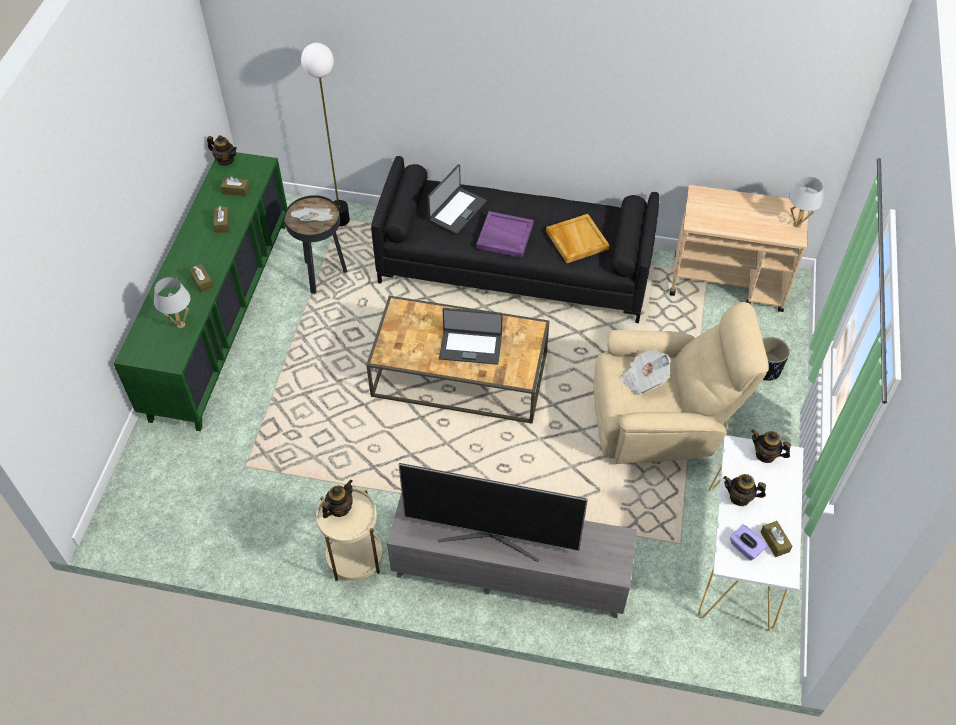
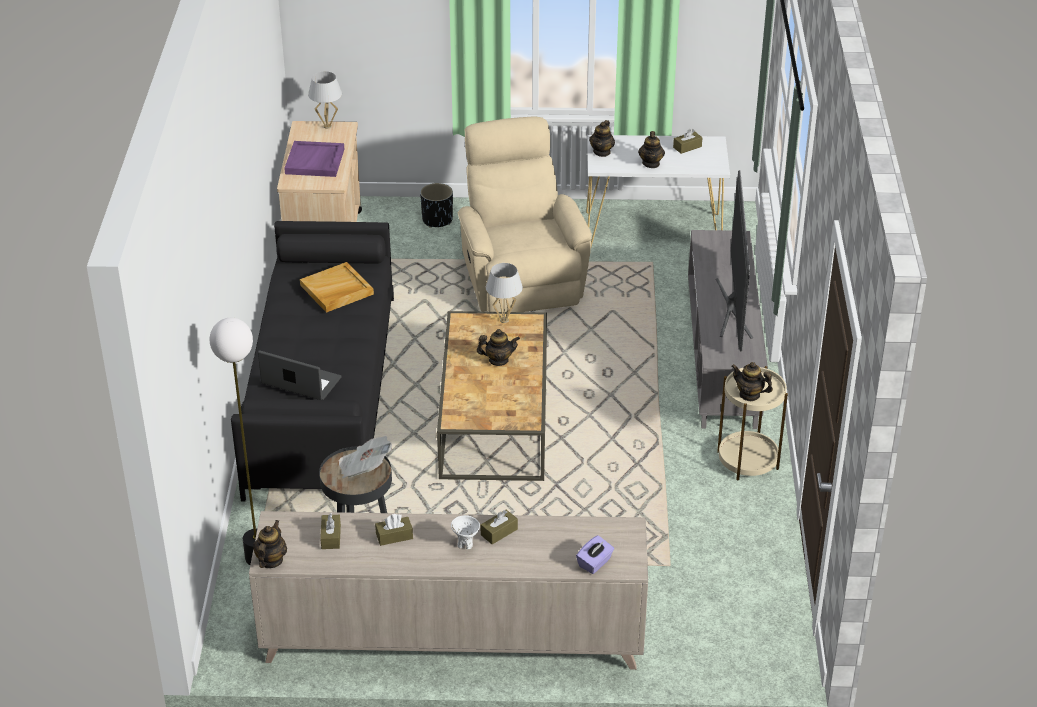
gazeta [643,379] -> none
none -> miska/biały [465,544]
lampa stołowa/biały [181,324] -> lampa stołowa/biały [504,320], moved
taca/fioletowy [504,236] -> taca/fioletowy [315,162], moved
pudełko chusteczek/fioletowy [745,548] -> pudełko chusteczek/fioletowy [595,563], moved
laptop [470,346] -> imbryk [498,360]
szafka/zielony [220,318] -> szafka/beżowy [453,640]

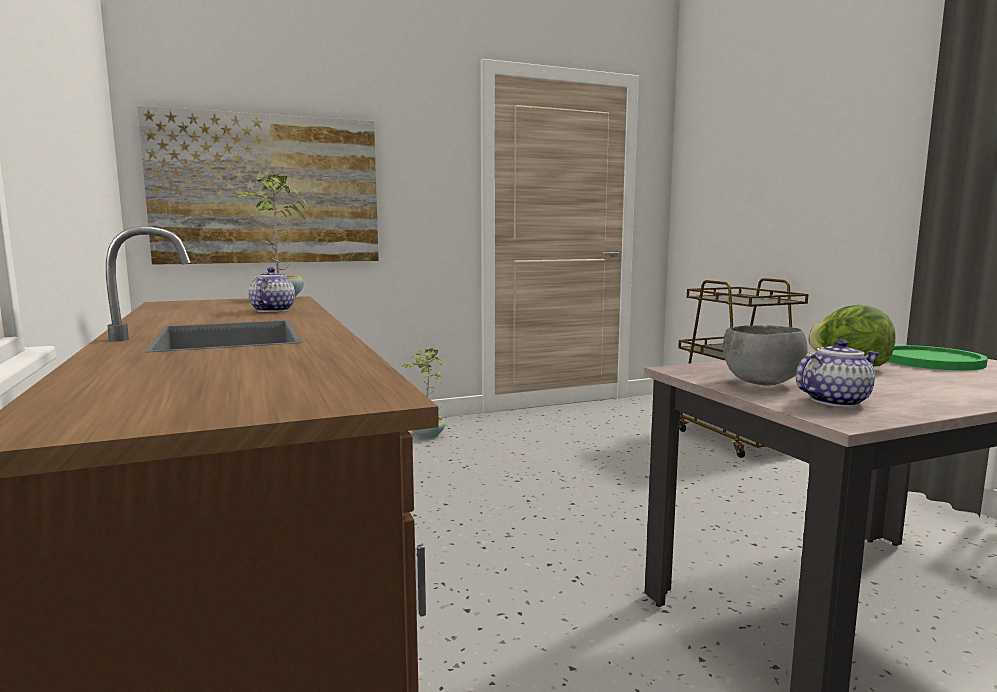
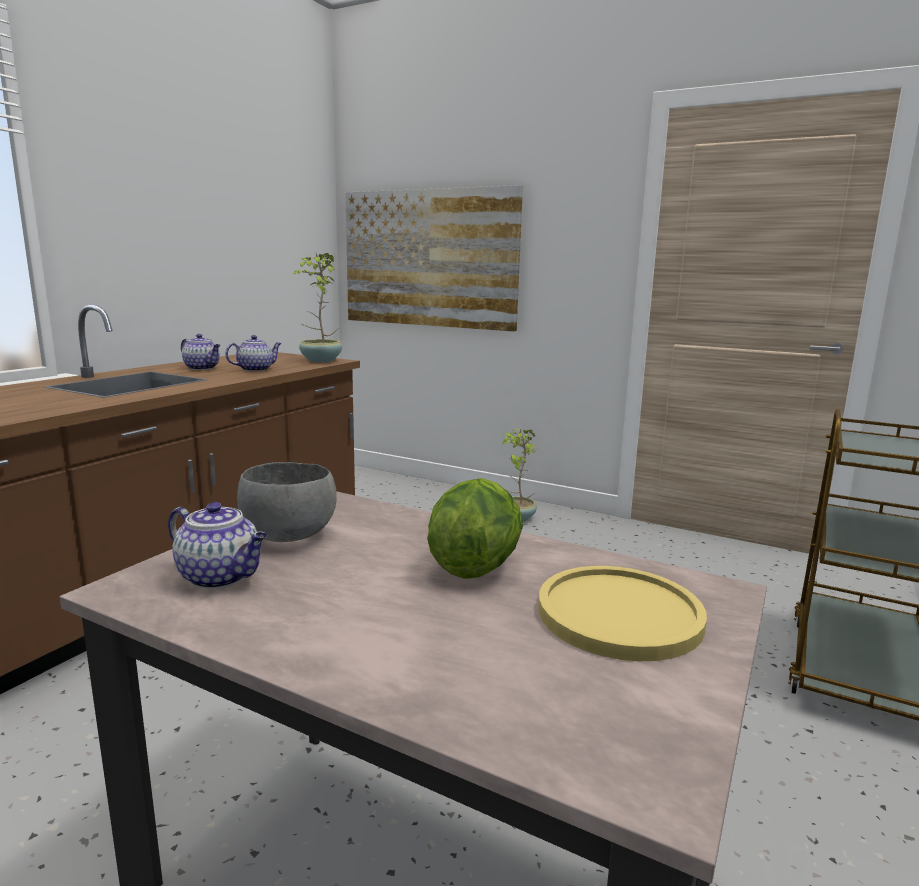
none -> imbryk [202,368]
talerz/zielony [930,360] -> talerz/żółty [619,614]

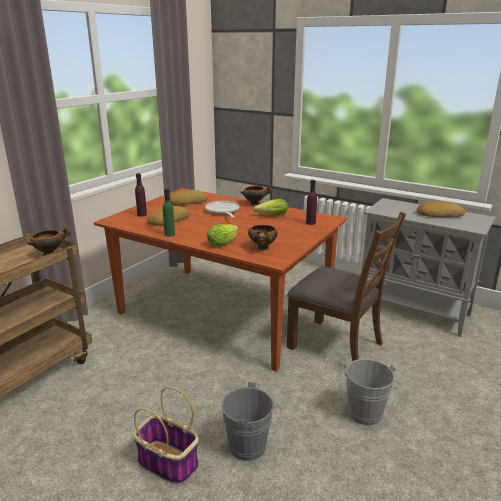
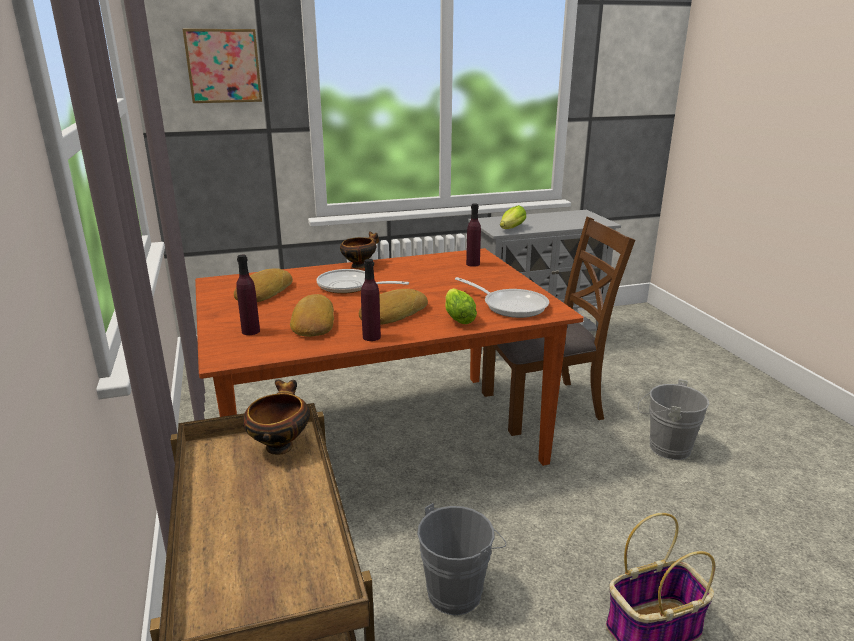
none -> obraz [223,66]
wiadro/szary [252,447] -> wiadro/szary [459,590], moved
sałata [270,216] -> sałata [510,229], moved
chleb [439,214] -> chleb [392,313], moved
miska [263,248] -> patelnia [510,305]
butelka/zielony [169,234] -> butelka/fioletowy [371,337]

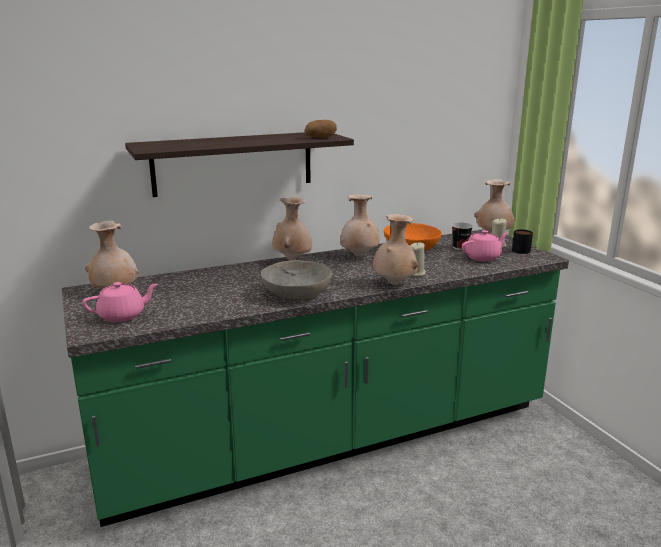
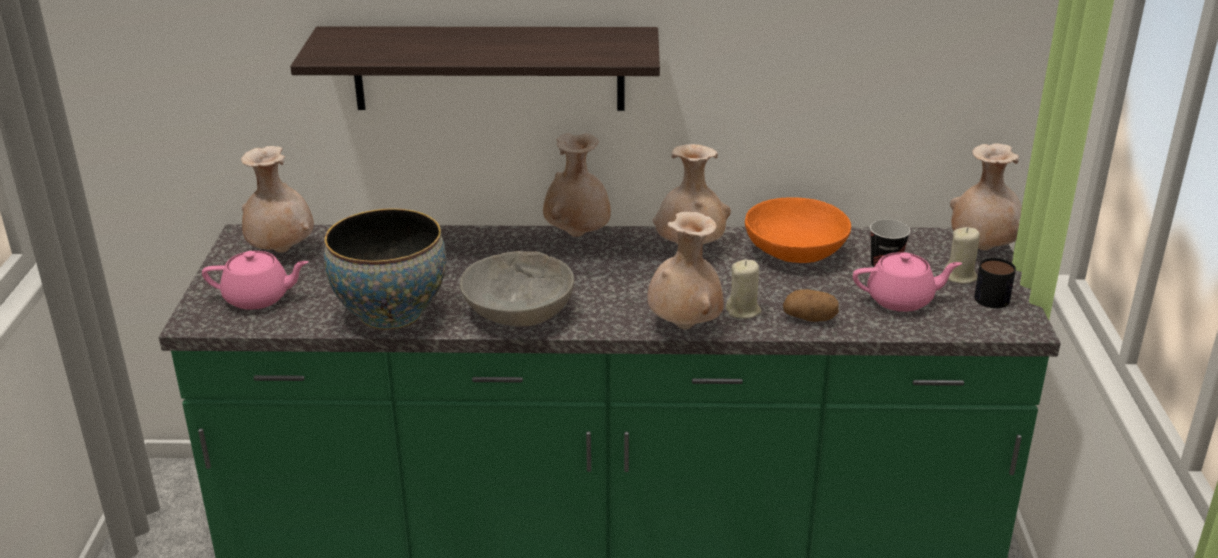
none -> miska [391,313]
ziemniak [320,138] -> ziemniak [810,318], moved

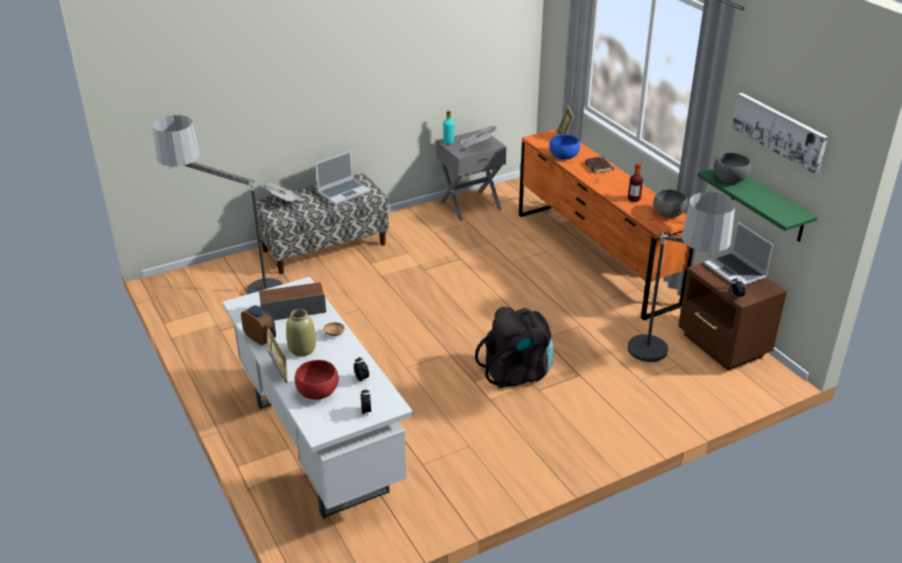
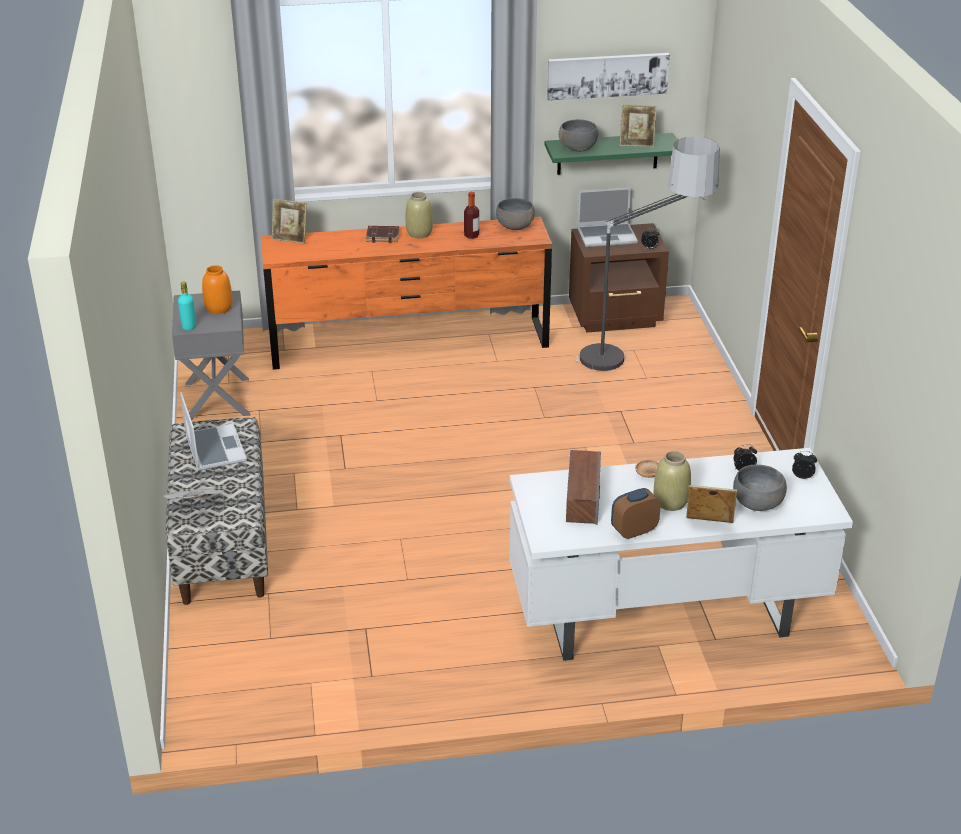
lampa stojąca [235,297] -> none
plecak/czarny [517,372] -> none
miska/niebieski [564,156] -> none
none -> wazon/beżowy [419,234]
none -> ramka na zdjęcie [636,144]
gazeta [477,145] -> wazon/pomarańczowy [218,309]
miska/czerwony [317,392] -> miska/szary [758,503]

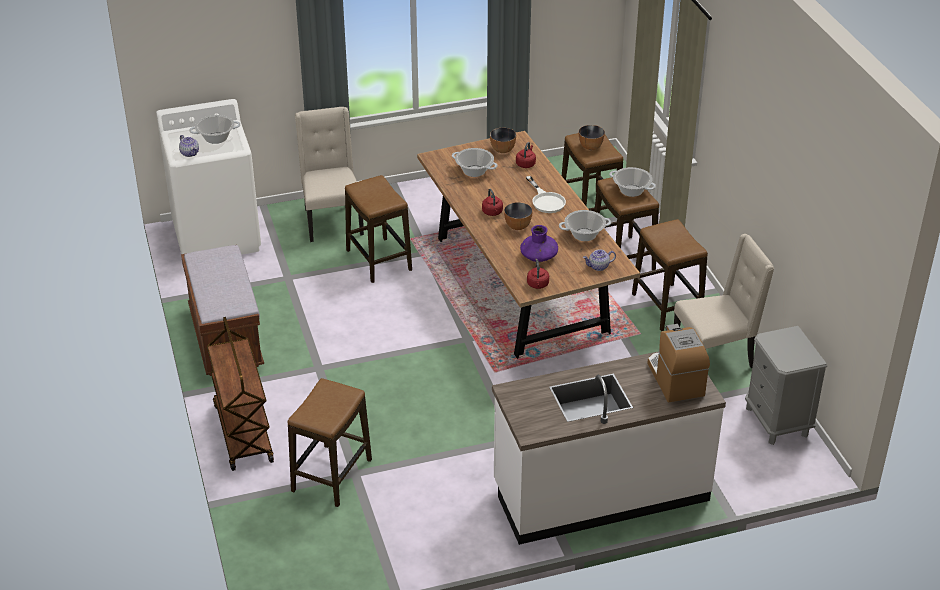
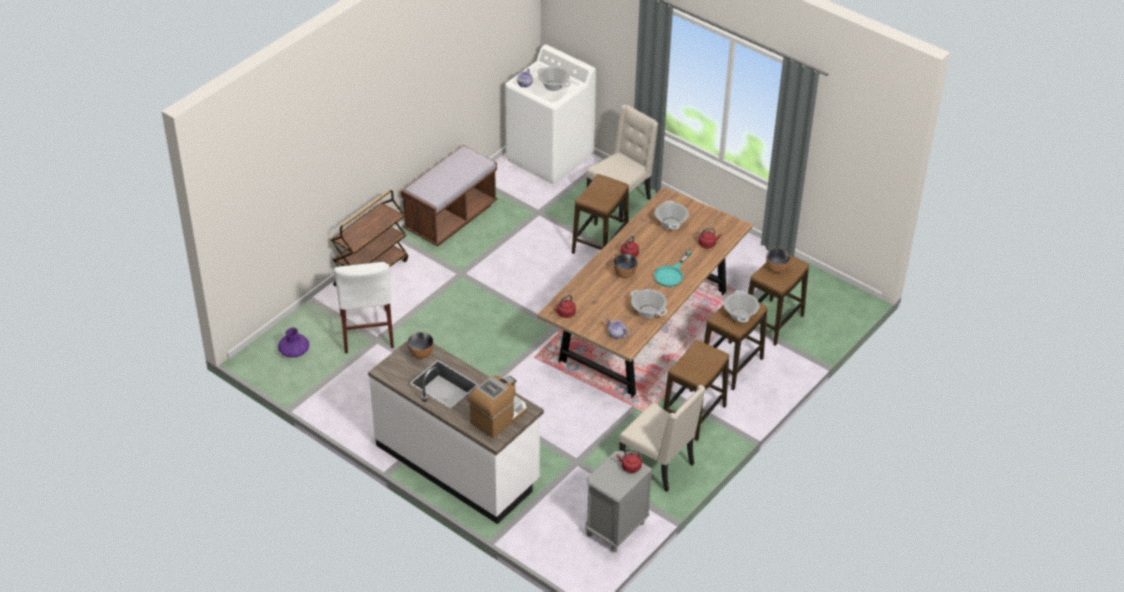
none -> czajnik/czerwony [630,467]
miska [502,150] -> miska [421,354], moved
wazon/fioletowy [539,256] -> wazon/fioletowy [294,351], moved
stołek [332,476] -> krzesło/biały [366,330]
patelnia/biały [546,200] -> patelnia/turkusowy [671,274]

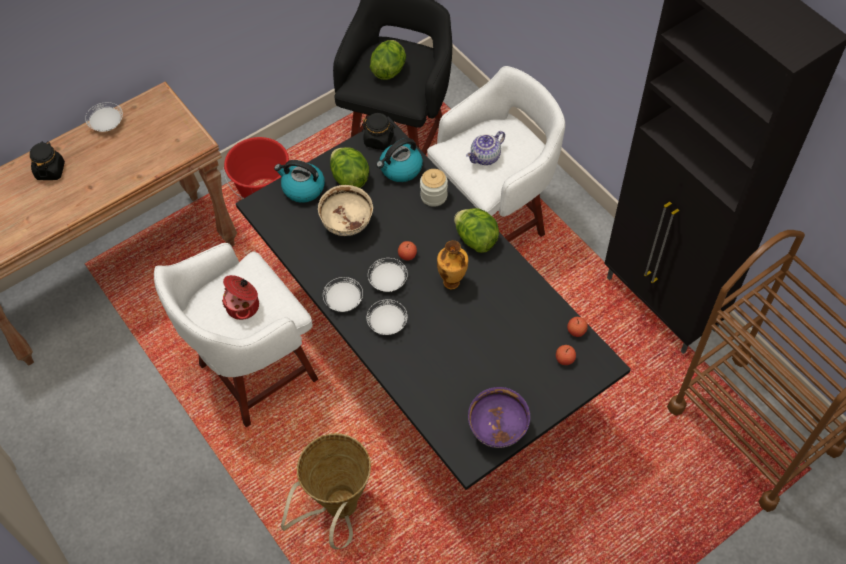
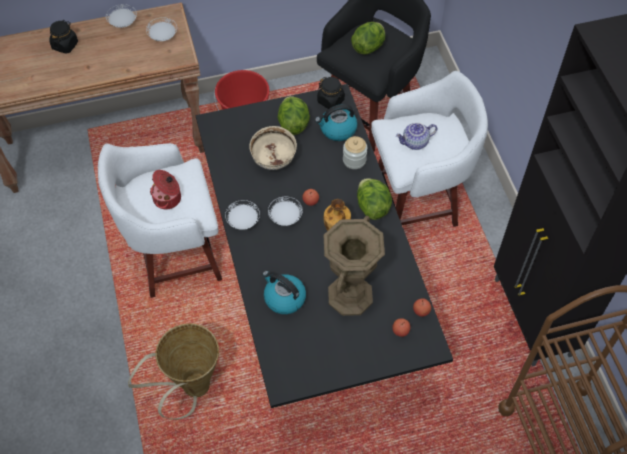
miska/fioletowy [498,430] -> none
none -> wazon/brązowy [350,296]
czajnik [302,188] -> czajnik [284,298], moved
talerz/biały [387,323] -> talerz/biały [162,36], moved

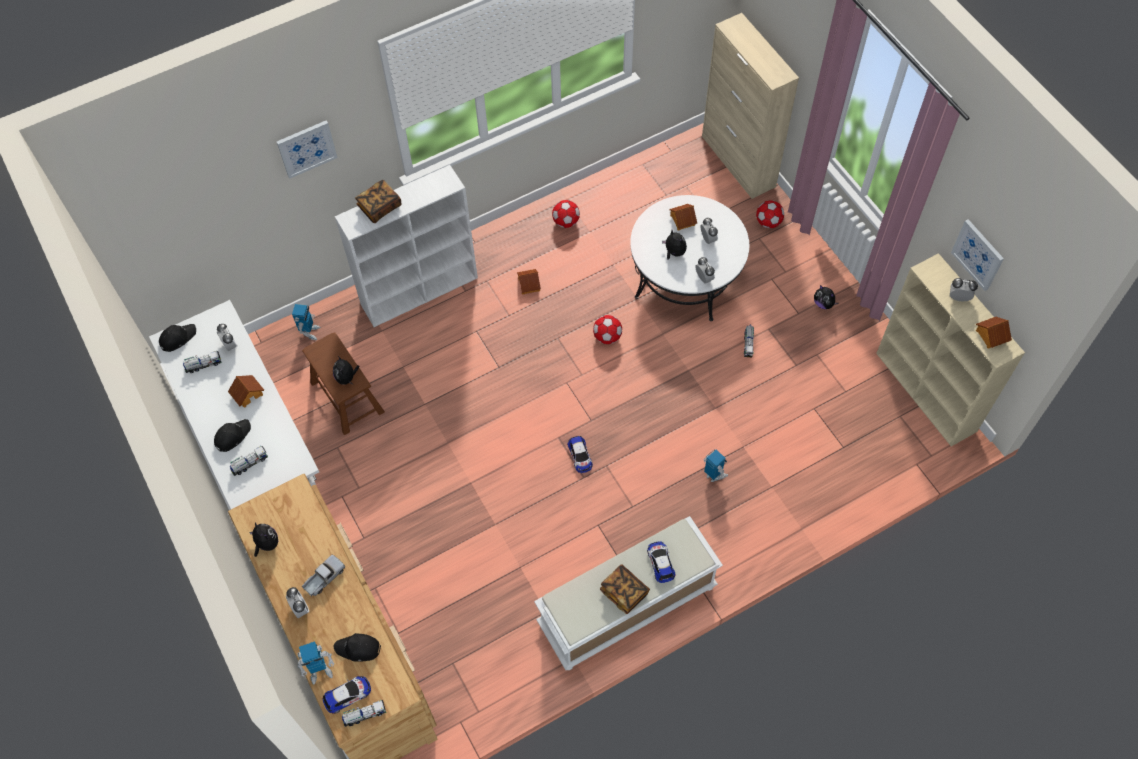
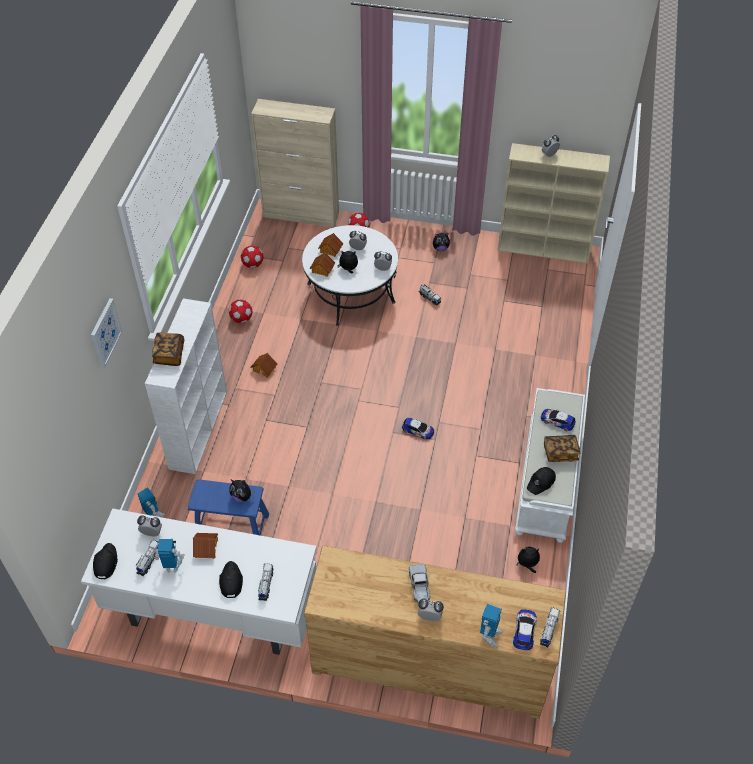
obraz [978,254] -> none
pluszak [267,544] -> pluszak [527,564], moved
czapka z daszkiem/czarny [358,649] -> czapka z daszkiem/czarny [541,482], moved
piłka futbolowa [607,337] -> piłka futbolowa [253,265], moved
robot zabawkowy [713,475] -> robot zabawkowy [172,566], moved
domek [990,336] -> domek [322,269], moved
stołek/brązowy [347,397] -> stołek/niebieski [232,527]

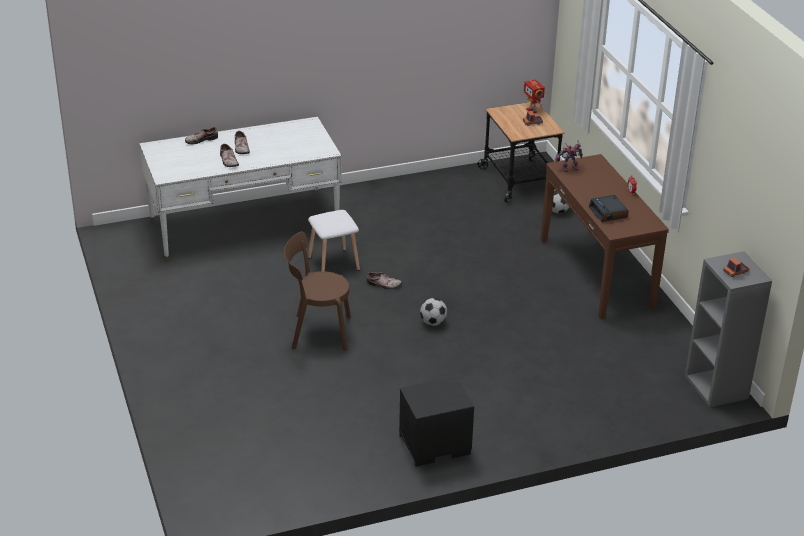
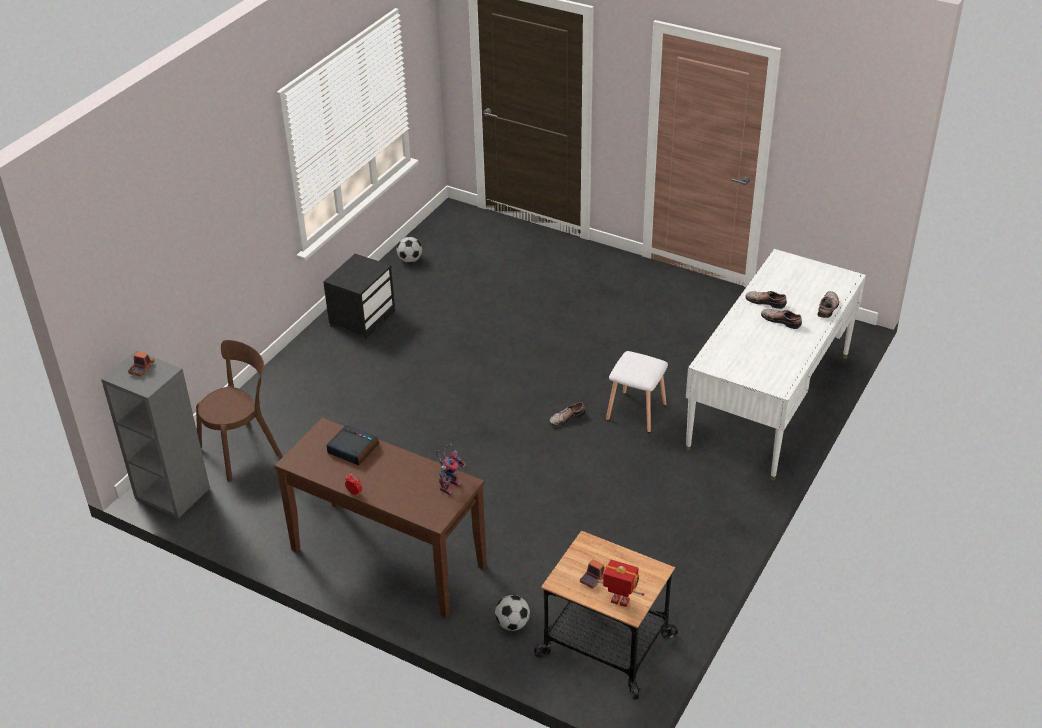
krzesło/brązowy [317,332] -> krzesło/brązowy [243,450], moved
piłka futbolowa [432,323] -> piłka futbolowa [410,260], moved

